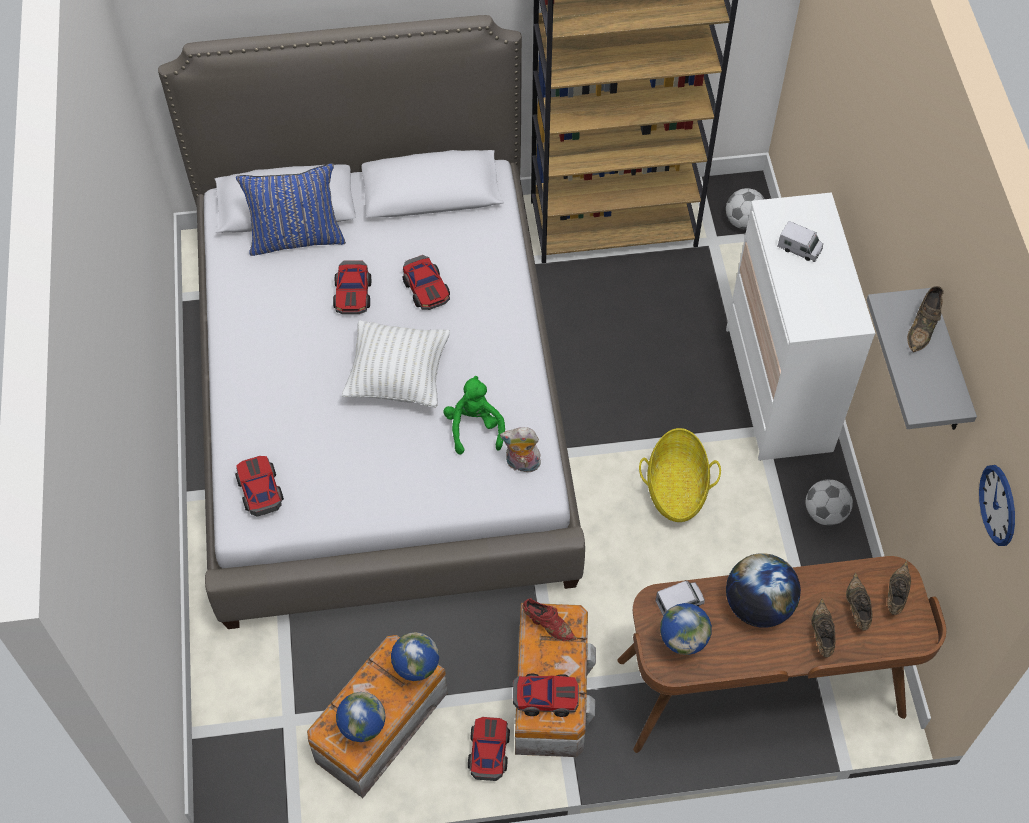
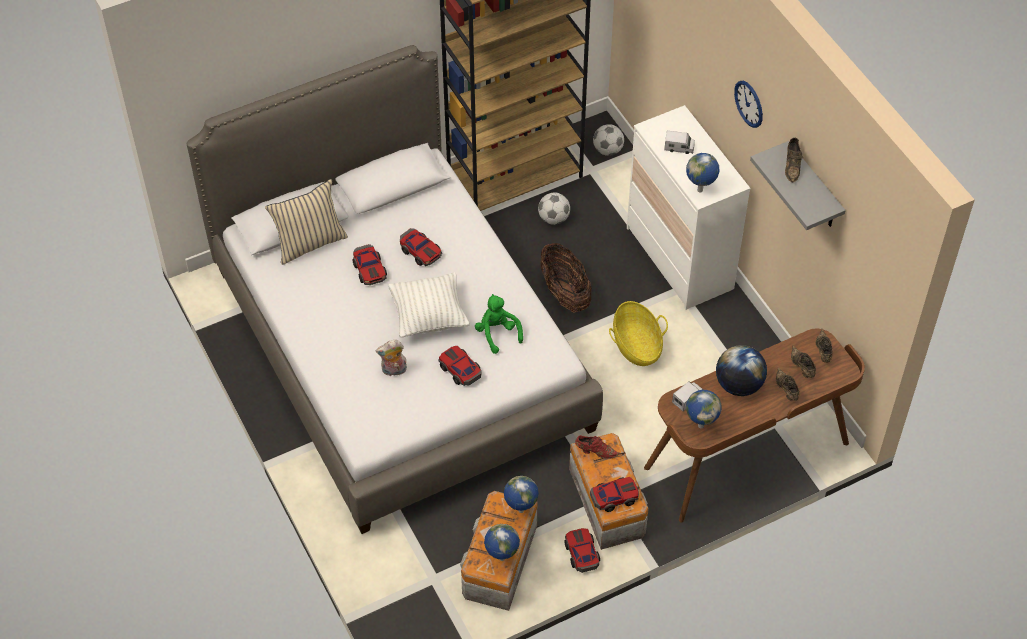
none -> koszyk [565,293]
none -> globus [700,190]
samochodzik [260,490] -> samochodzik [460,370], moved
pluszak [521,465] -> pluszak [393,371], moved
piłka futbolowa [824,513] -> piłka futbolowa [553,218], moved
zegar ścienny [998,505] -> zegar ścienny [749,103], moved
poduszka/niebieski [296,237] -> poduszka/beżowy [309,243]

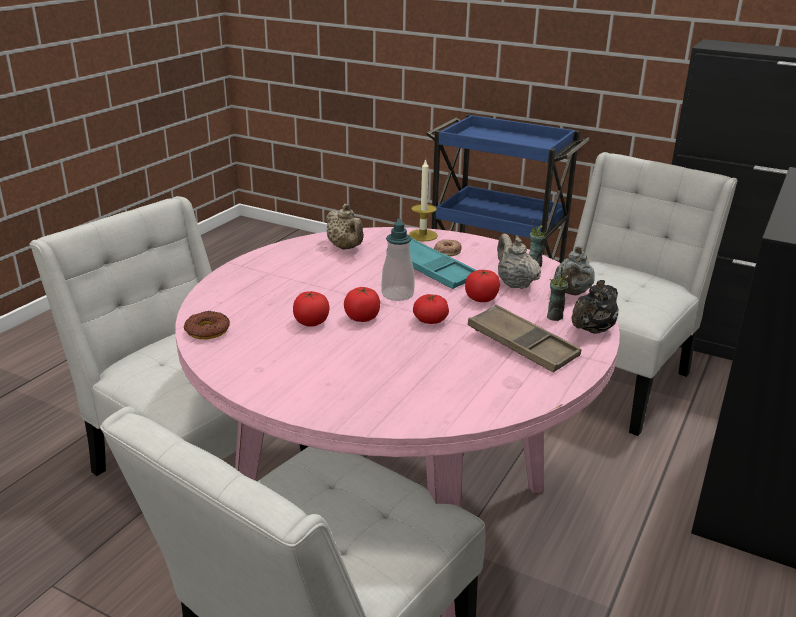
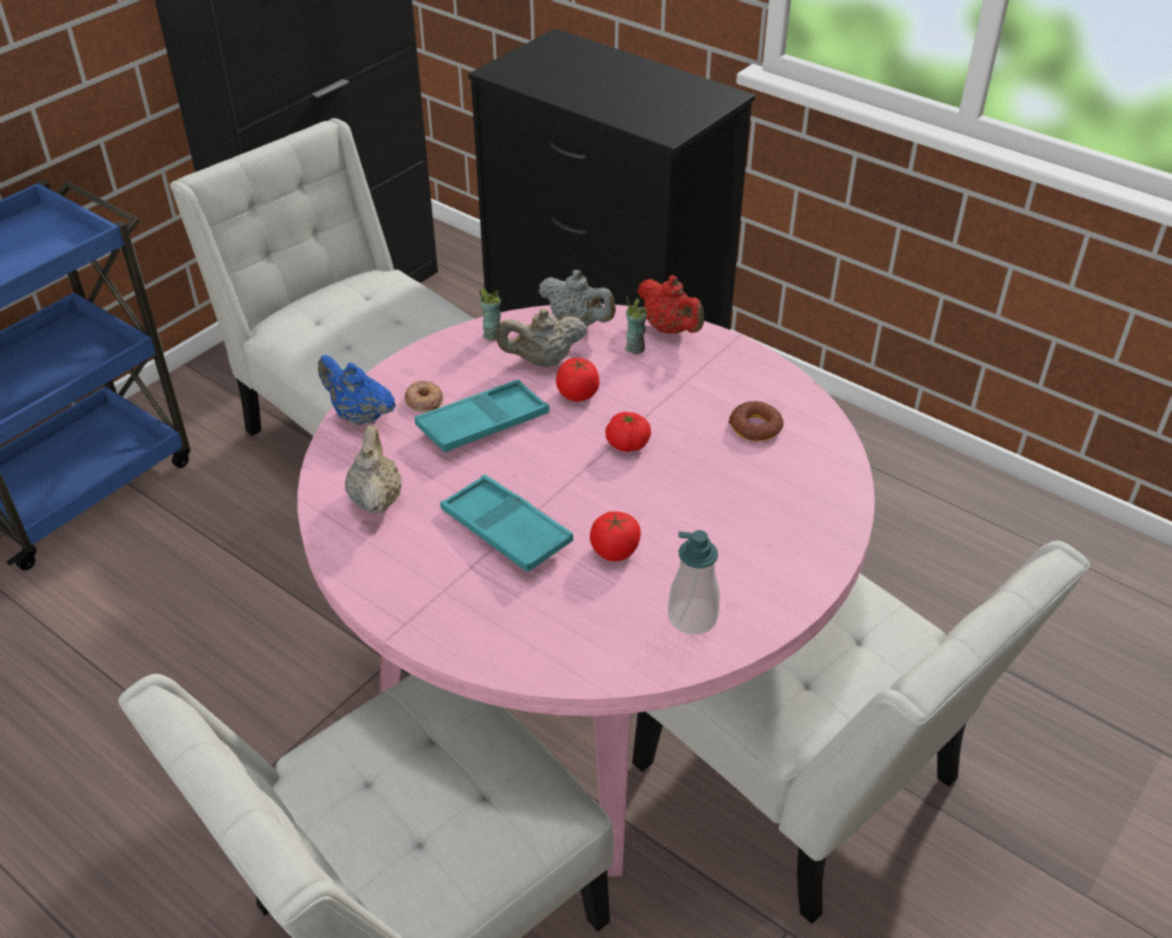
pomidor [362,318] -> none
taca/brązowy [522,345] -> none
none -> taca/turkusowy [506,530]
donut [207,331] -> donut [755,427], moved
dozownik mydła [397,294] -> dozownik mydła [692,617], moved
świeca [423,235] -> imbryk/niebieski [359,415]
imbryk/czarny [592,330] -> imbryk/czerwony [670,329]
imbryk/beżowy [346,248] -> imbryk/beżowy [376,499], 75 degrees counterclockwise

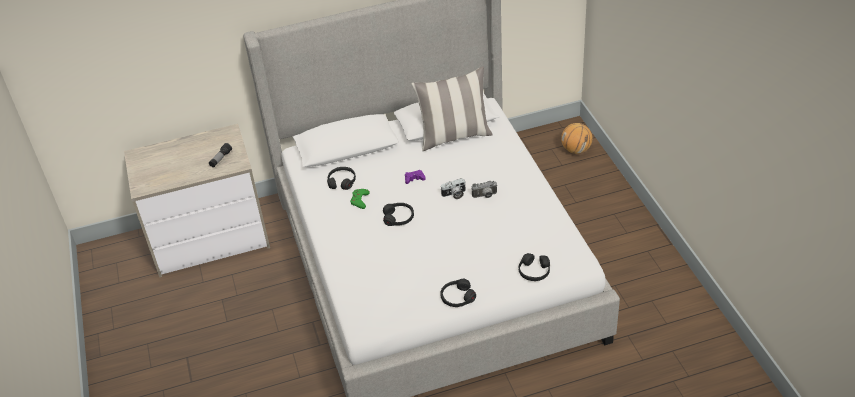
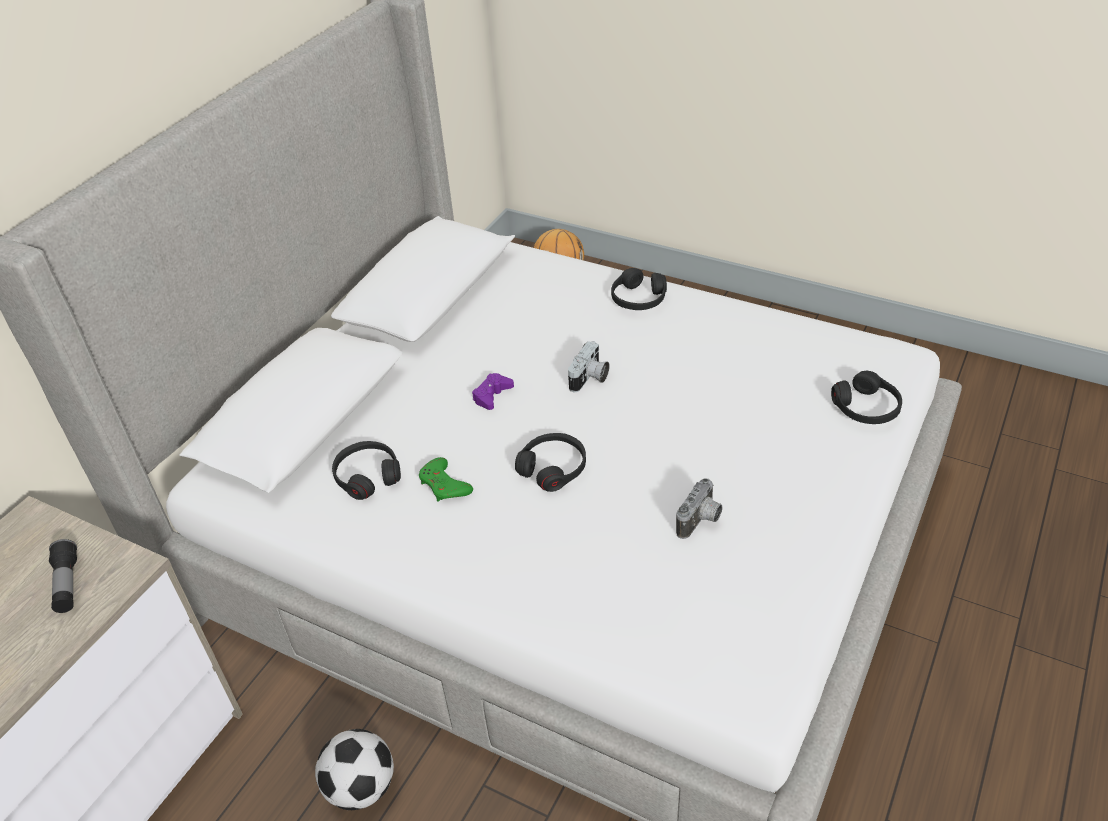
poduszka [454,136] -> none
none -> piłka futbolowa [361,787]
słuchawki/czarny [457,297] -> słuchawki/czarny [638,299], moved
aparat fotograficzny [485,196] -> aparat fotograficzny [701,521], moved

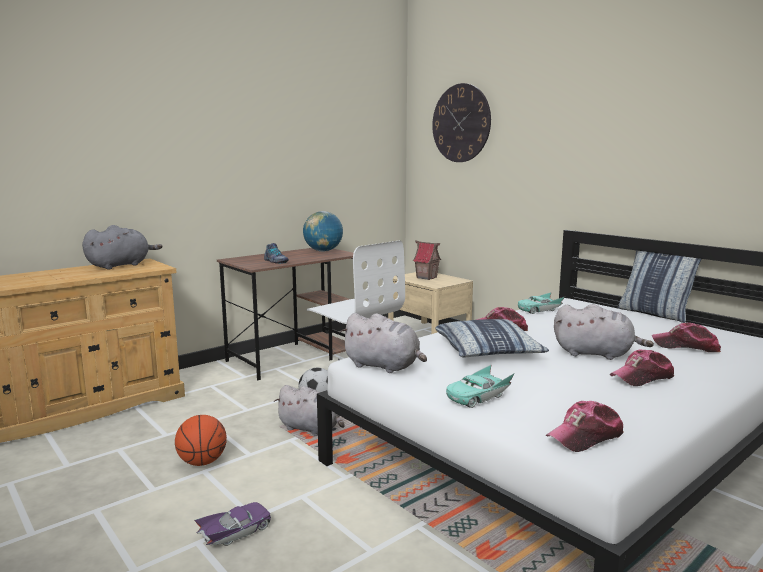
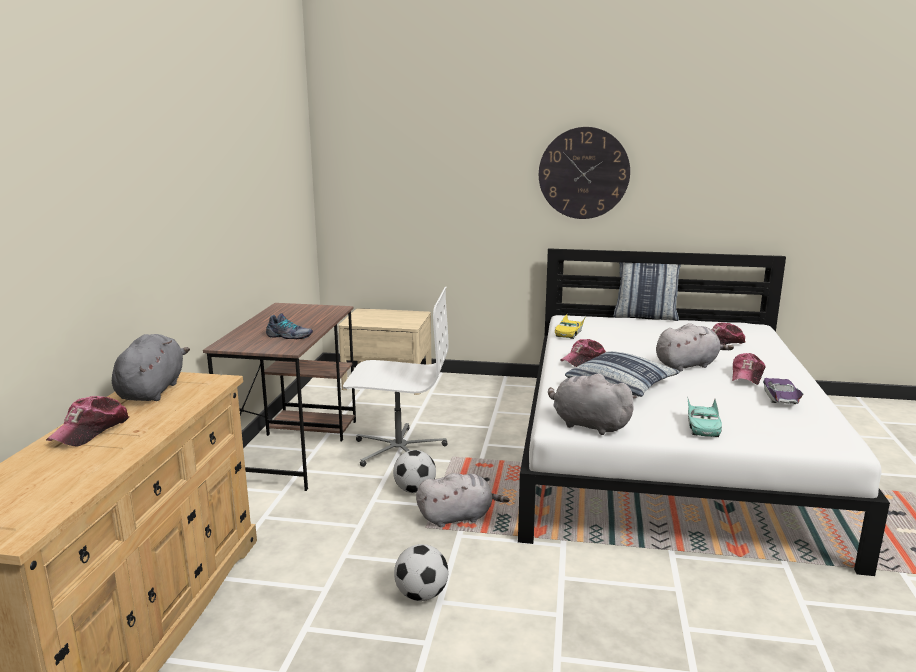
globus [323,251] -> none
domek [426,277] -> none
samochodzik/fioletowy [235,532] -> samochodzik/fioletowy [780,398], moved
zegar ścienny [461,123] -> zegar ścienny [583,173], moved
czapka z daszkiem [585,436] -> czapka z daszkiem [91,430], moved
piłka do koszykówki [202,462] -> piłka futbolowa [421,595]
samochodzik/turkusowy [539,310] -> samochodzik/żółty [569,333]
pluszak/szary [384,366] -> pluszak/szary [587,425], 135 degrees counterclockwise

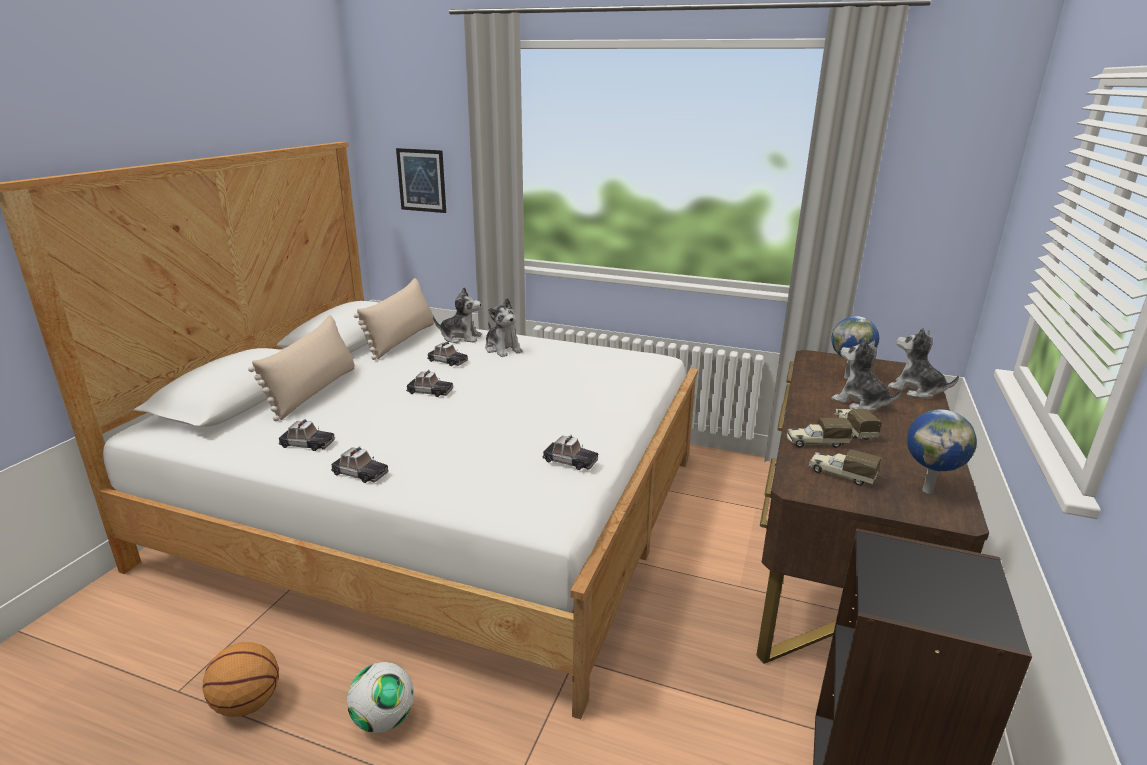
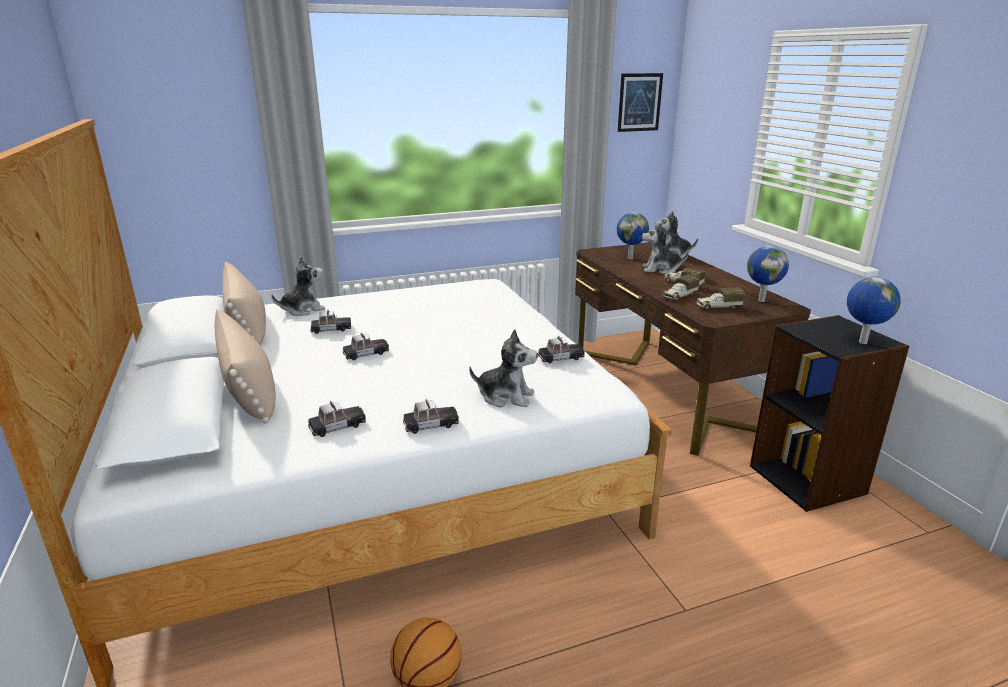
piłka futbolowa [384,719] -> none
none -> globus [862,342]
obraz [421,180] -> obraz [639,102], moved
pluszak [503,349] -> pluszak [506,397], moved

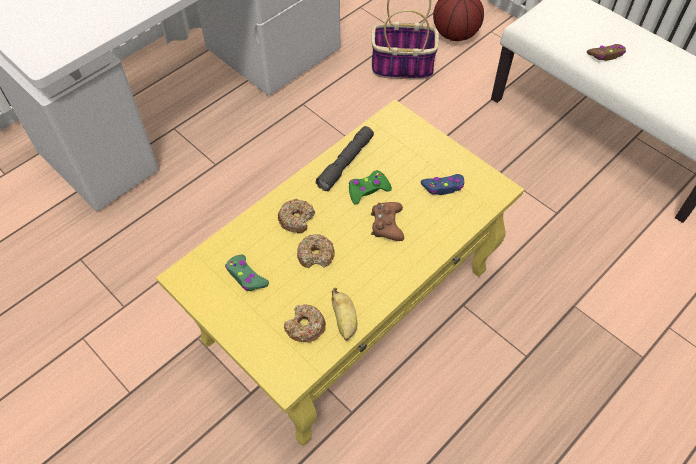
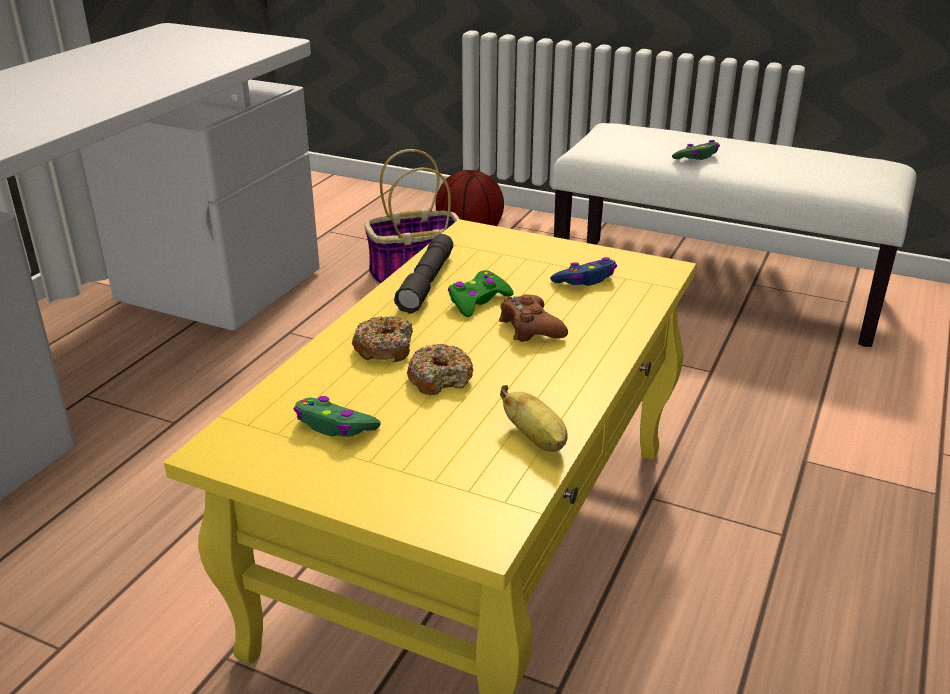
donut [305,327] -> none
pad do gier/brązowy [606,55] -> pad do gier/zielony [696,157]

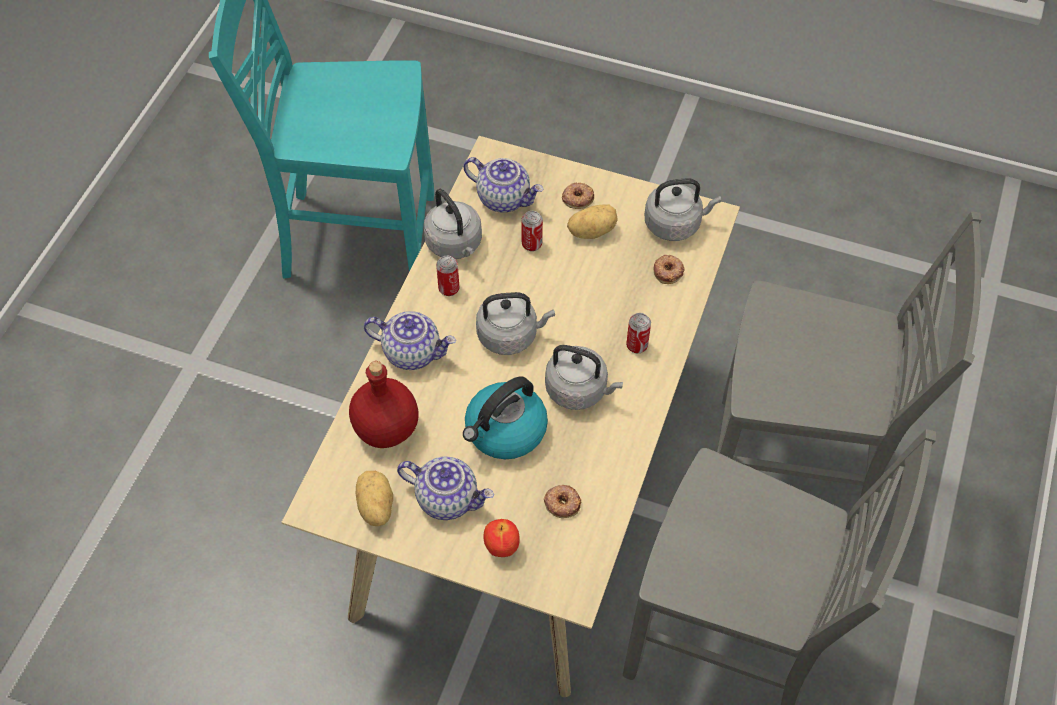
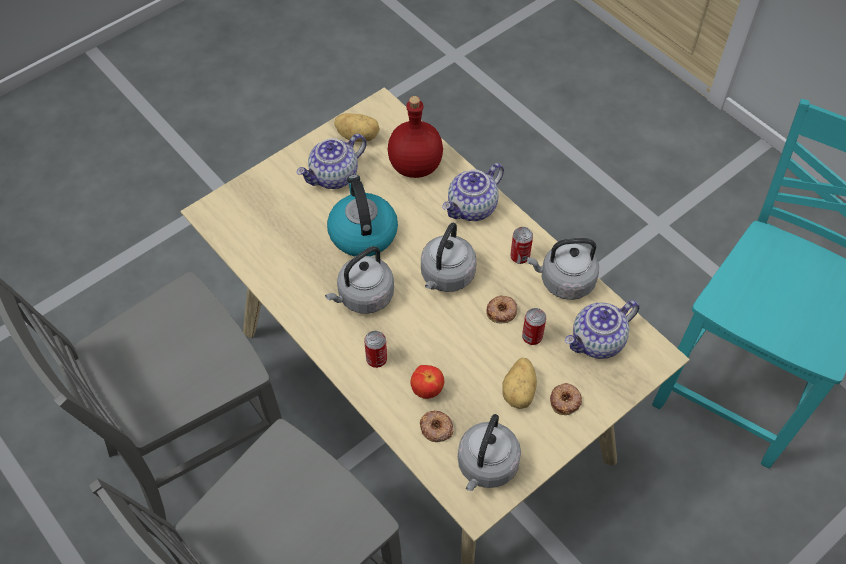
jabłko [501,547] -> jabłko [427,390], moved
donut [562,503] -> donut [502,311], moved

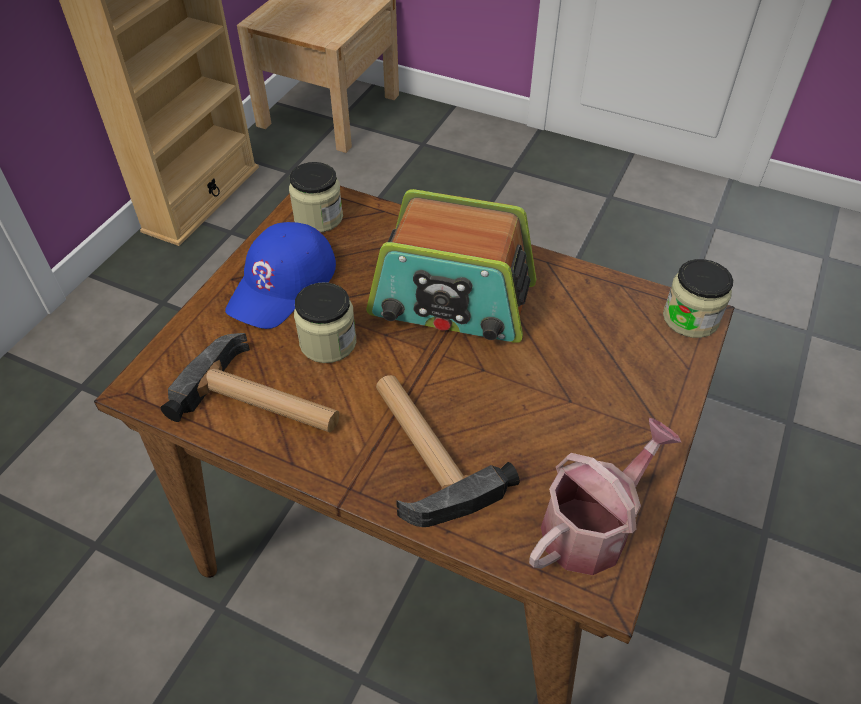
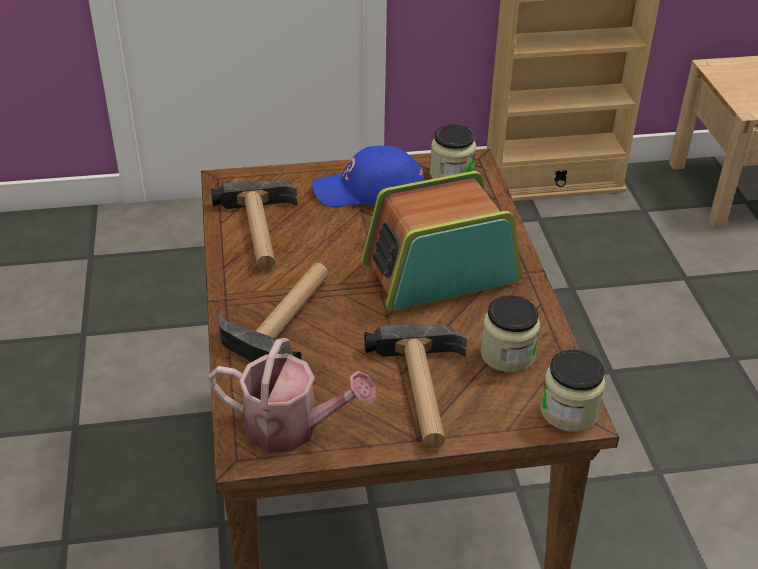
none -> młotek [423,392]
słoik [328,342] -> słoik [507,355], moved
radio [452,301] -> radio [439,272], 90 degrees clockwise

